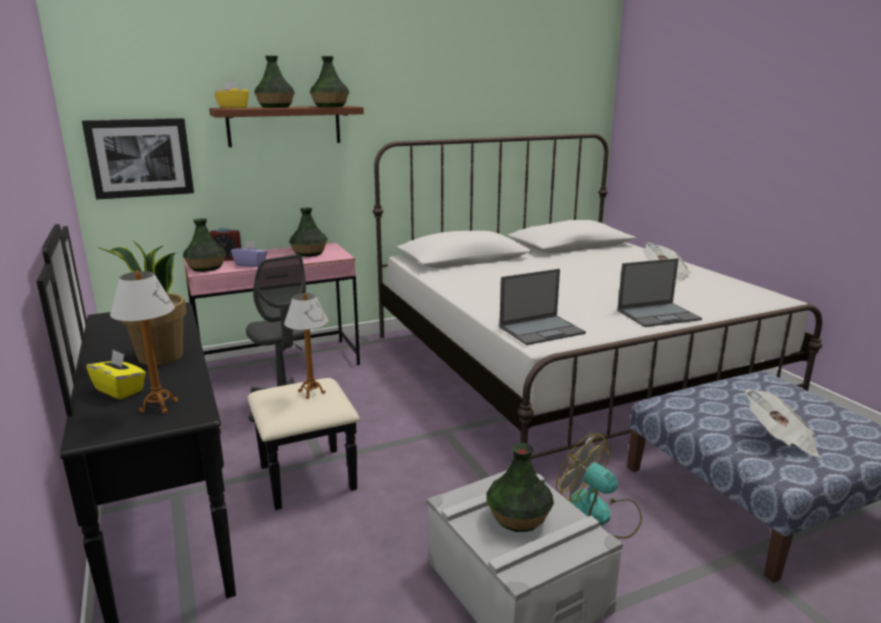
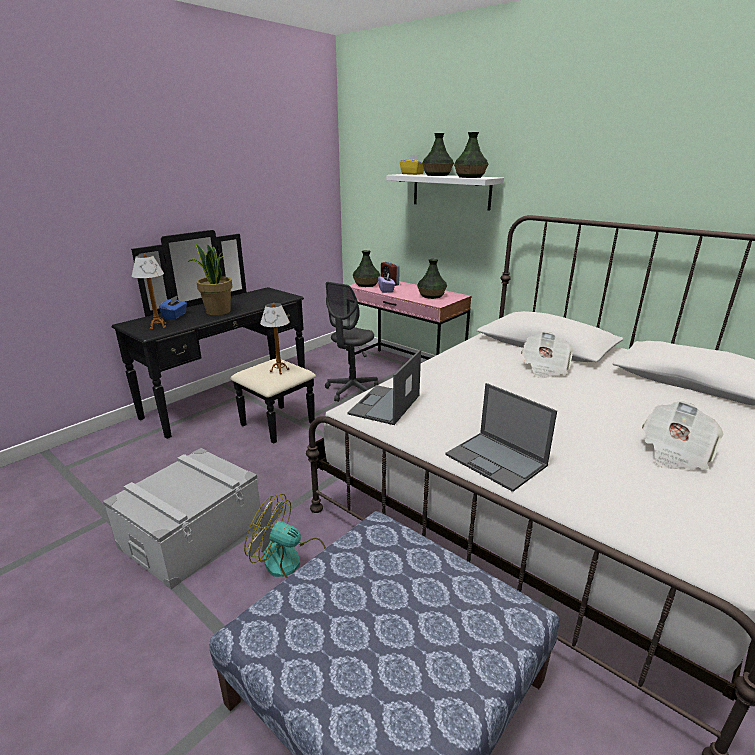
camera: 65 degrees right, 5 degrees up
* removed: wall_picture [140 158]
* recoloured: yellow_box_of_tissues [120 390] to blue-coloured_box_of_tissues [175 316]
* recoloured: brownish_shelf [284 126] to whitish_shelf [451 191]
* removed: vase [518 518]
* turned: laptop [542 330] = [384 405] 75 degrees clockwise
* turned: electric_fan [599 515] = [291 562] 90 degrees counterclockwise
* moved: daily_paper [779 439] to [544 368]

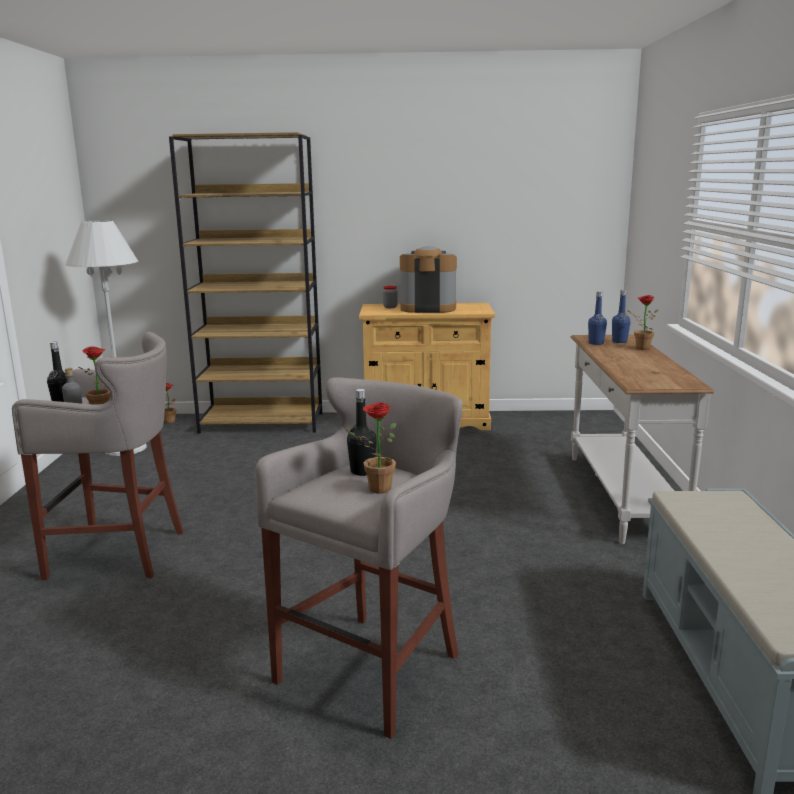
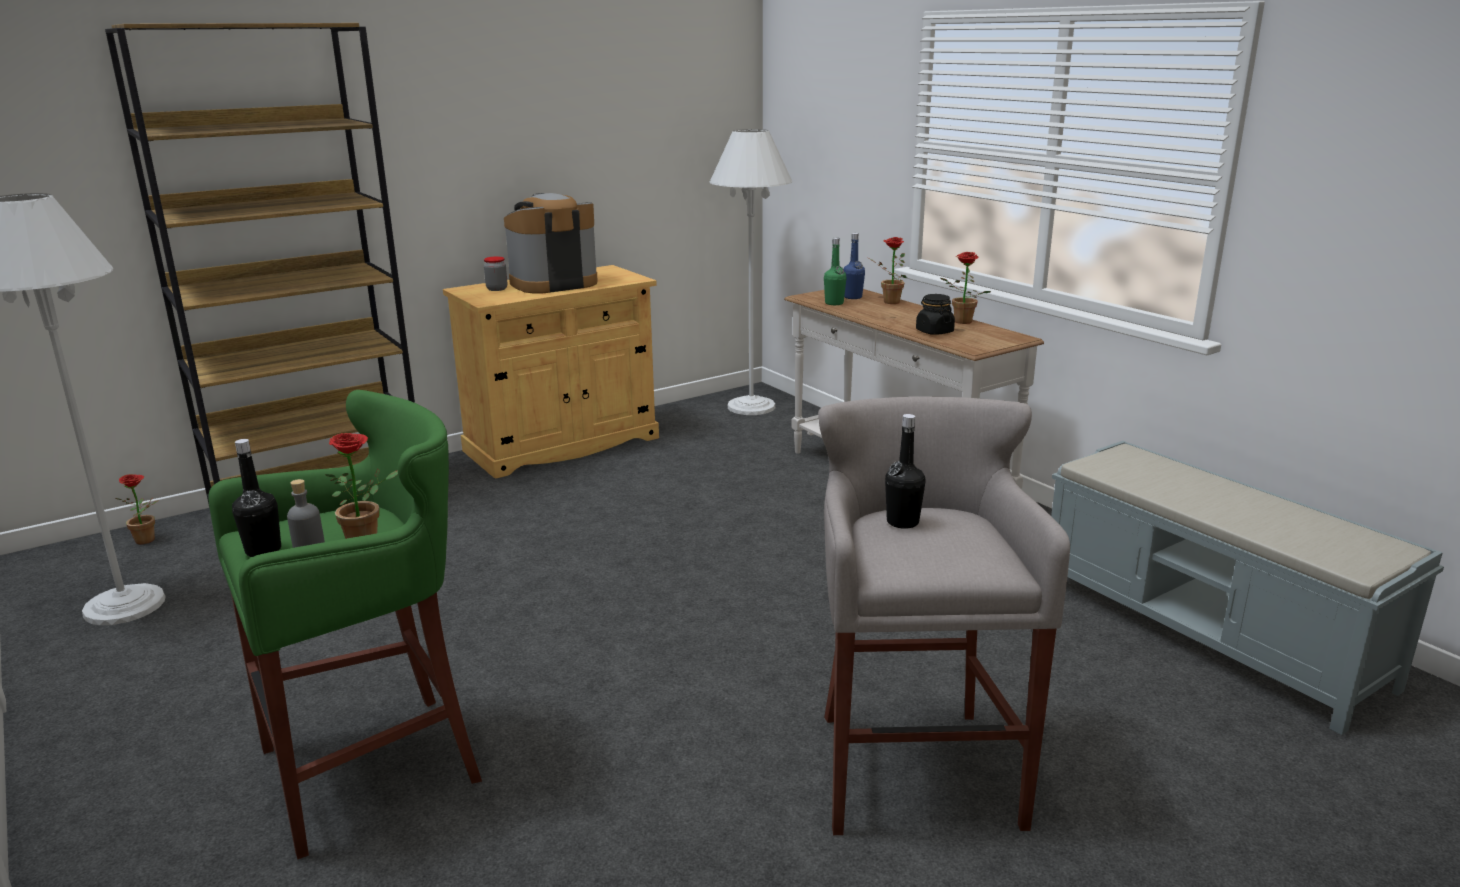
camera: 35 degrees left, 5 degrees up
* recoloured: gray_stool_seat [121 553] to greenish_stool_seat [377 766]
* moved: houseplant [375 489] to [960 322]
* recoloured: blue-coloured_drink_bottle [596 343] to greenish_drink_bottle [834 303]
* added: whitish_floor_lamp [751 406]
* added: blackish_storage_jar [934 331]

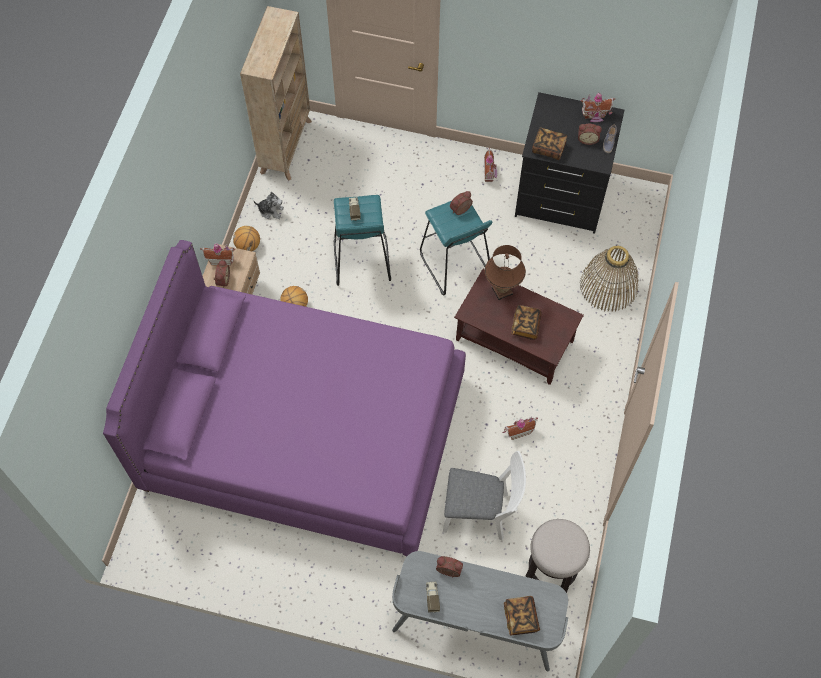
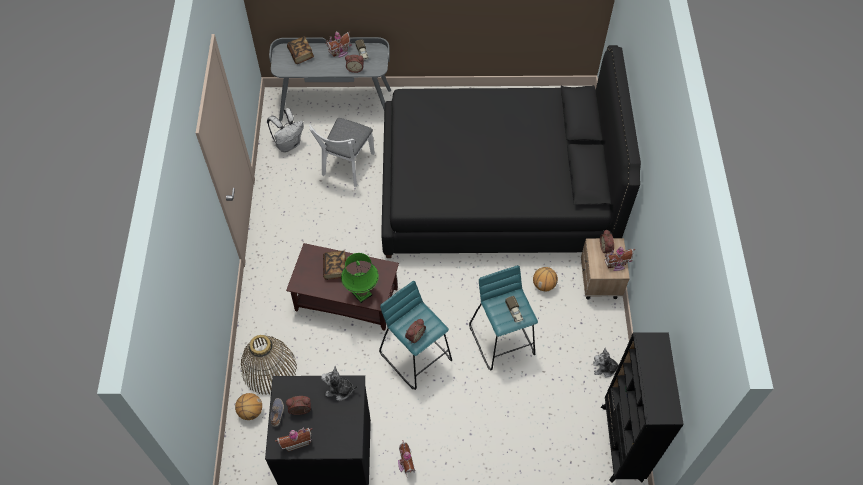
camera: 165 degrees right, 5 degrees down
* recoloured: purple-coloured_bedroom_bed [304 433] to blackish_bedroom_bed [495 191]
* moved: basketball [248 246] to [250 411]
* recoloured: sand-coloured_bookcase [286 146] to blackish_bookcase [621 443]
* turned: whitish_upright_chair [481 513] = [346 167] 60 degrees counterclockwise
* recoloured: brownish_tabletop_lamp [502 291] to greenish_tabletop_lamp [362 294]
* moved: miniature_house [518 431] to [340 52]
* replaced: stool_seat [551 570] to whitish_rucksack [289 144]
* replaced: book [548 148] to cuddly_toy [339 390]

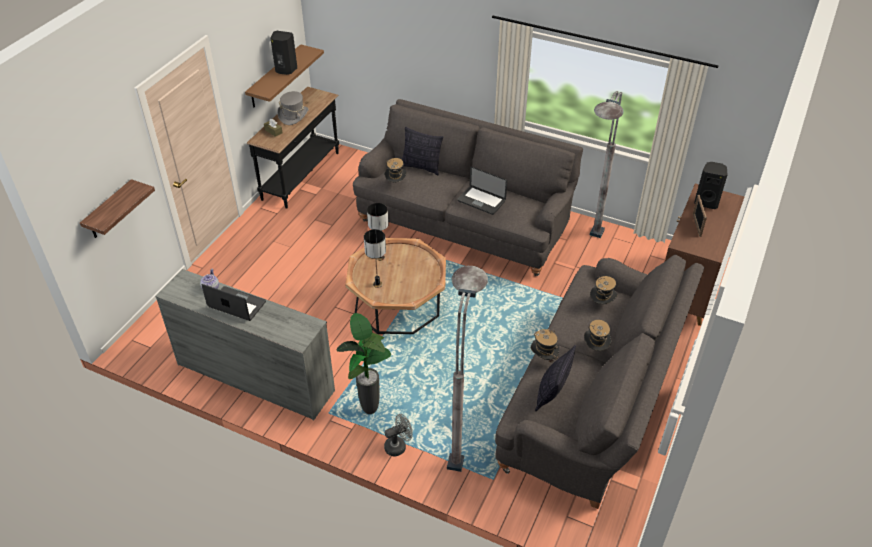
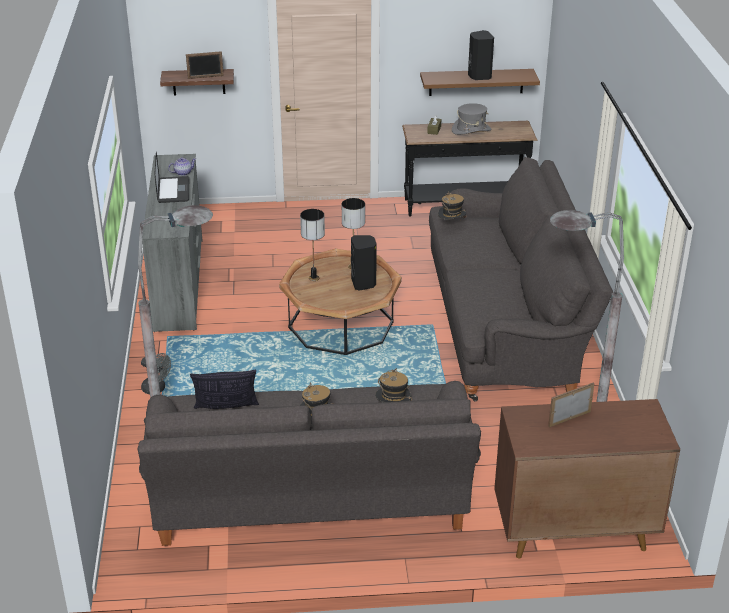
camera: 60 degrees right, 10 degrees down
* removed: houseplant [370 409]
* removed: throw_pillow [421 167]
* removed: laptop [481 201]
* removed: wearable_hat [543 358]
* moved: blackish_audio_speaker [706 202] to [364 283]
* added: picture_frame [205 77]

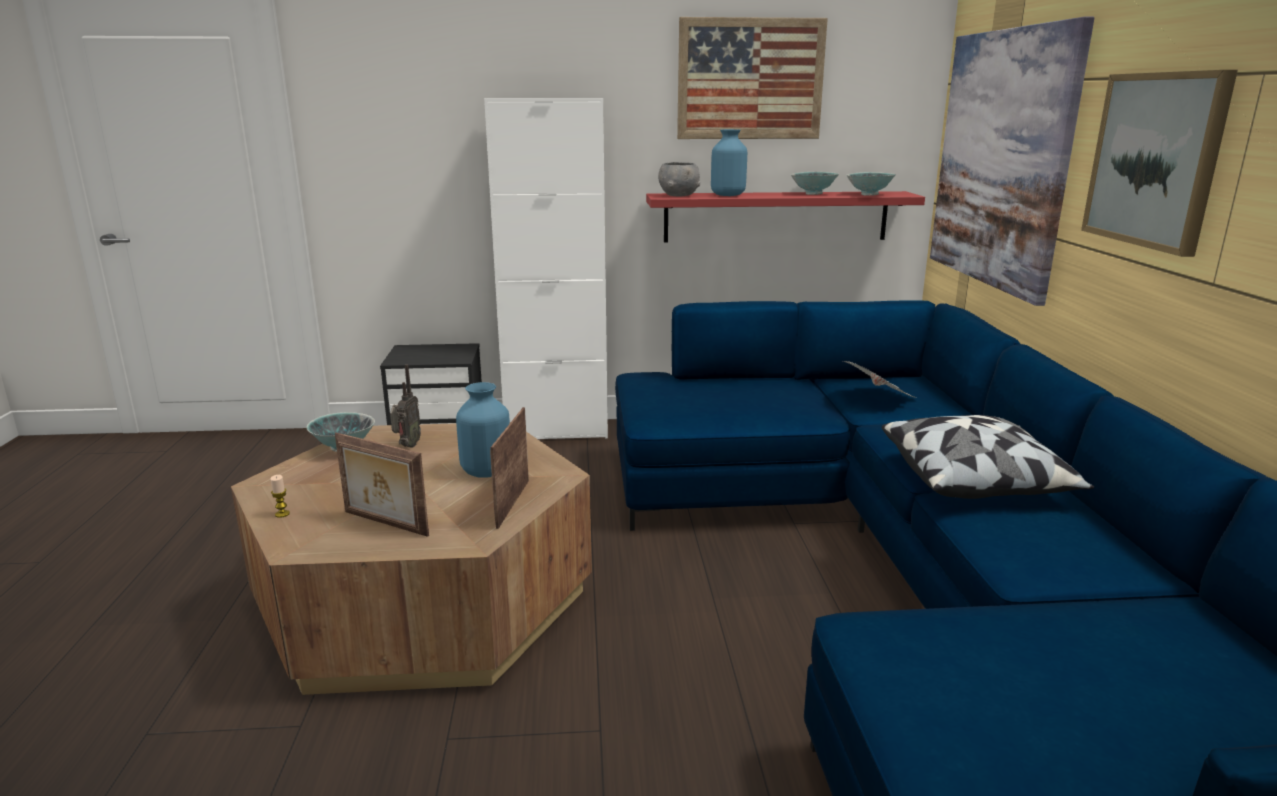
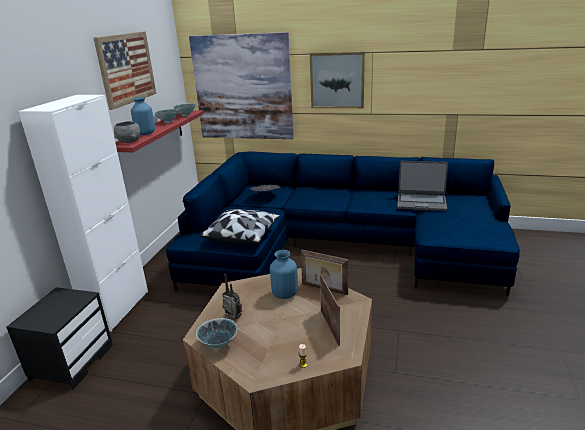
camera: 70 degrees left, 5 degrees up
* turned: picture_frame [384 524] = [330 327] 60 degrees counterclockwise
* moved: throw_pillow [976 481] to [242 235]
* added: laptop [421 202]

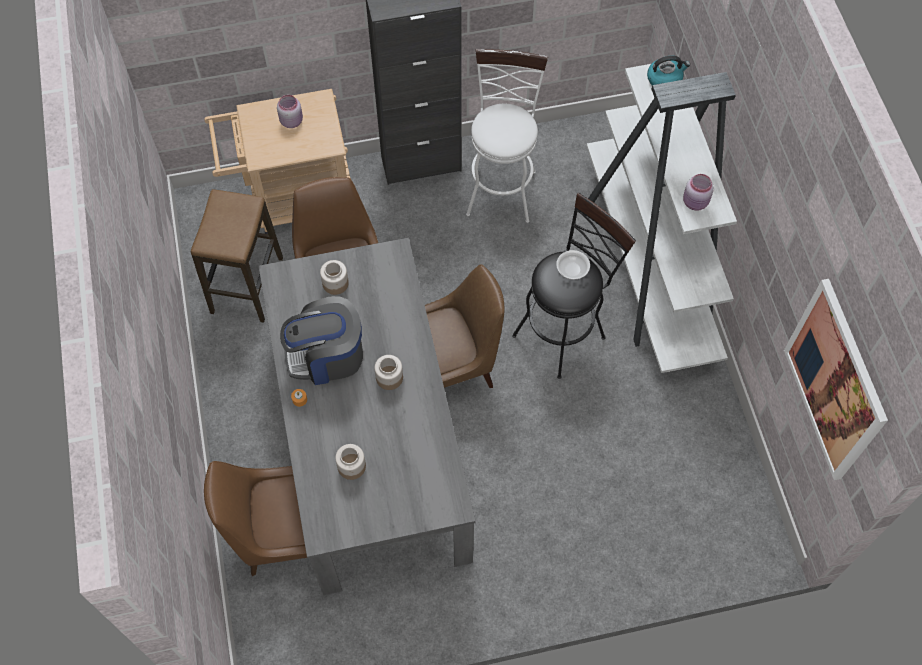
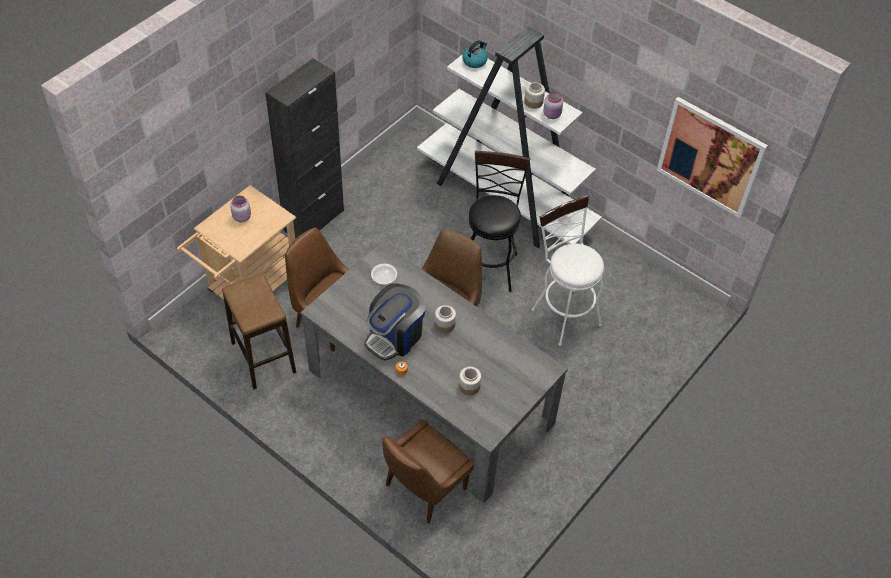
camera: 40 degrees left, 10 degrees down
* moved: storage_jar [335 283] to [533 102]
* moved: whitish_stool_seat [501 187] to [563 313]
* moved: bowl [572 269] to [384 278]

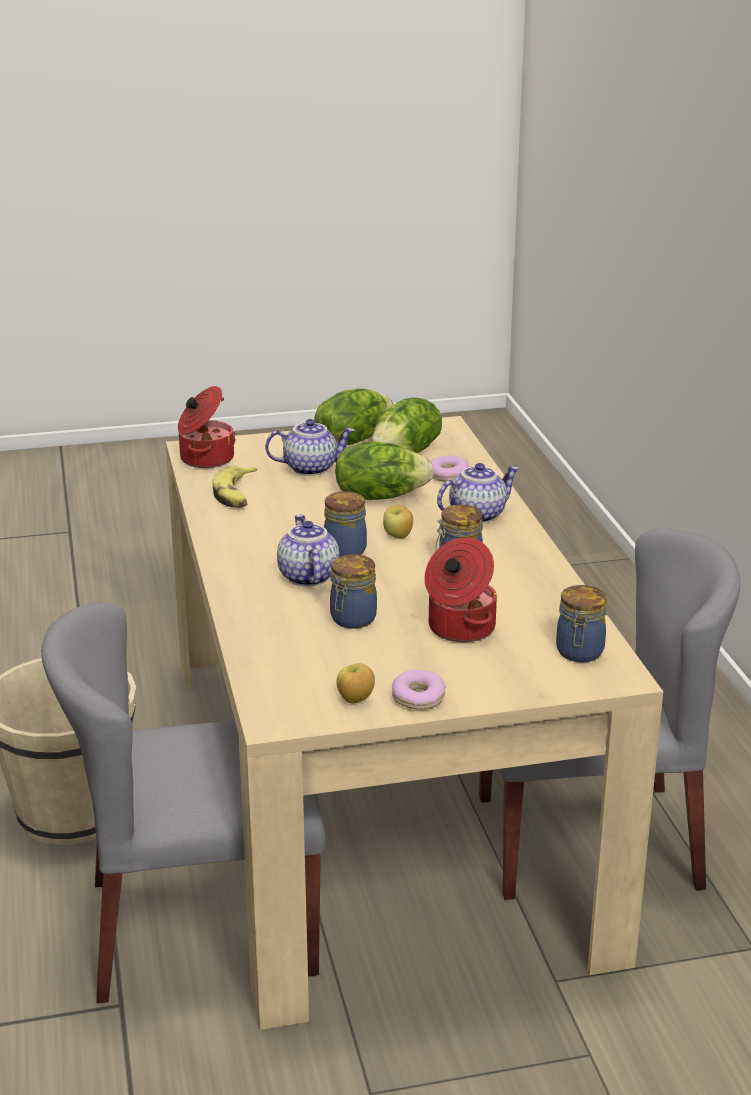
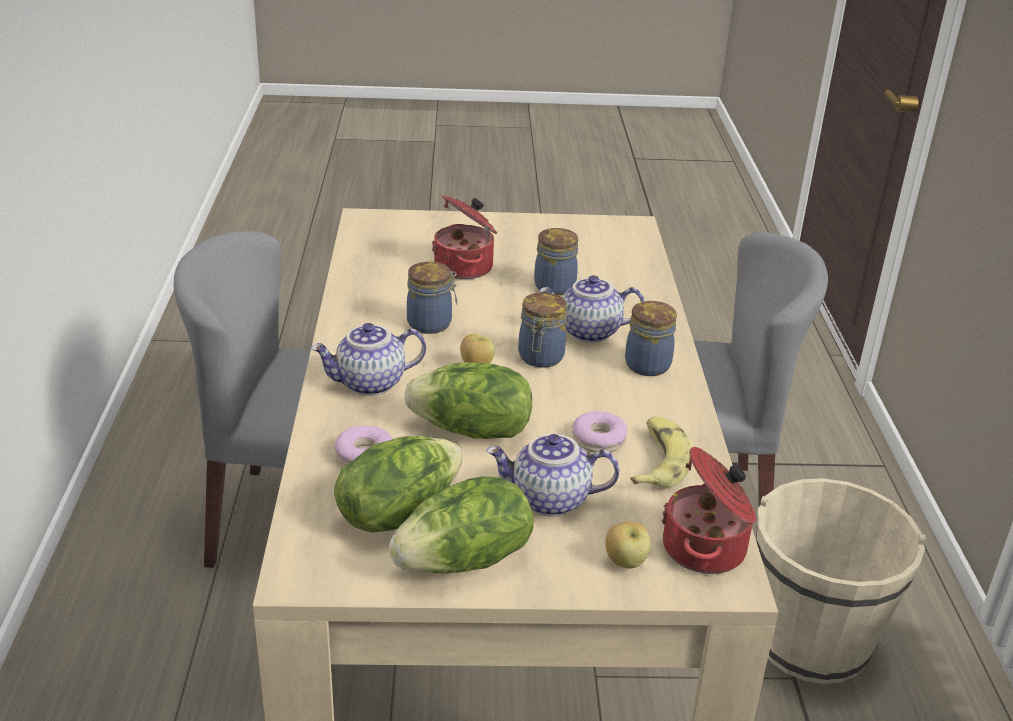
camera: 170 degrees left, 5 degrees up
* turned: pot_for_tea [306 577] = [588 333] 90 degrees clockwise
* moved: apple [355 700] to [626 562]
* moved: donut [418 698] to [599 440]
* moved: storage_jar [579 653] to [648 364]

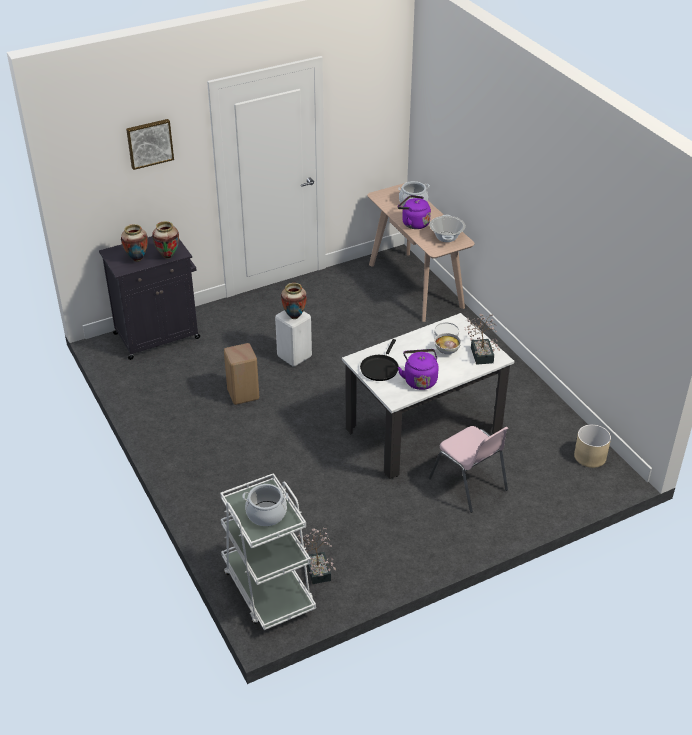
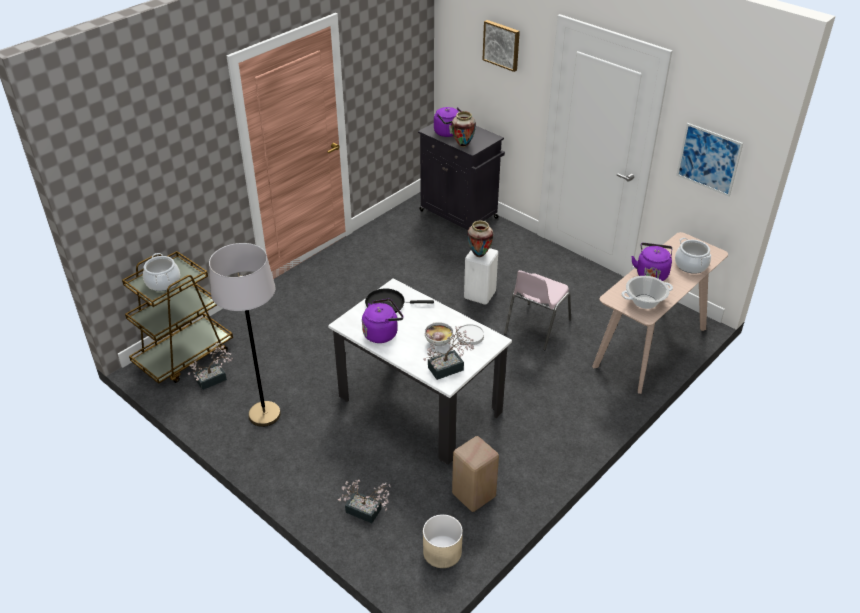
camera: 70 degrees right, 0 degrees up
* replaced: vase [137 259] to purple-coloured_tea_kettle [448 133]
* recoloured: whitish_wheeled_cart [268 589] to brownish_wheeled_cart [184 356]
* moved: sand-coloured_stool_seat [242 395] to [472 495]
* moved: pinkish_upright_chair [469 485] to [536 327]
* added: gray_floor_lamp [264 415]
* added: houseplant [367 512]
* added: wall_picture [708 159]

